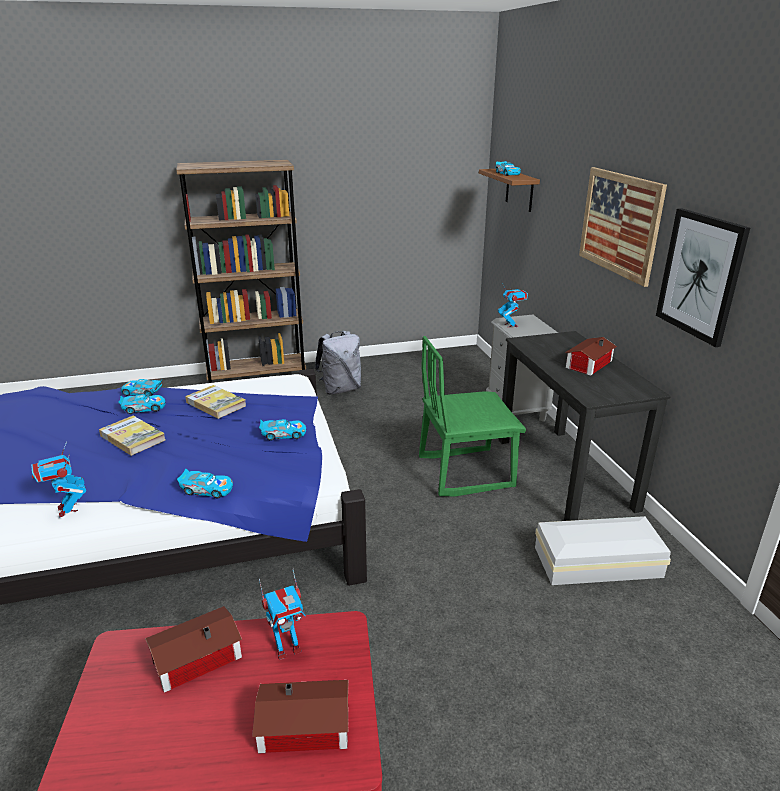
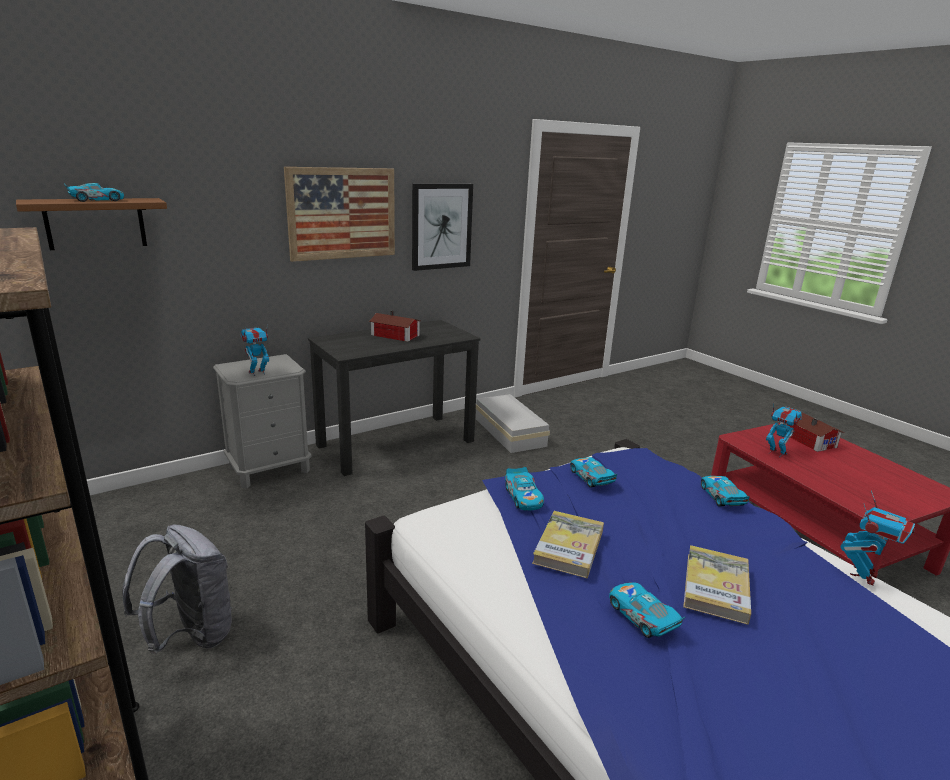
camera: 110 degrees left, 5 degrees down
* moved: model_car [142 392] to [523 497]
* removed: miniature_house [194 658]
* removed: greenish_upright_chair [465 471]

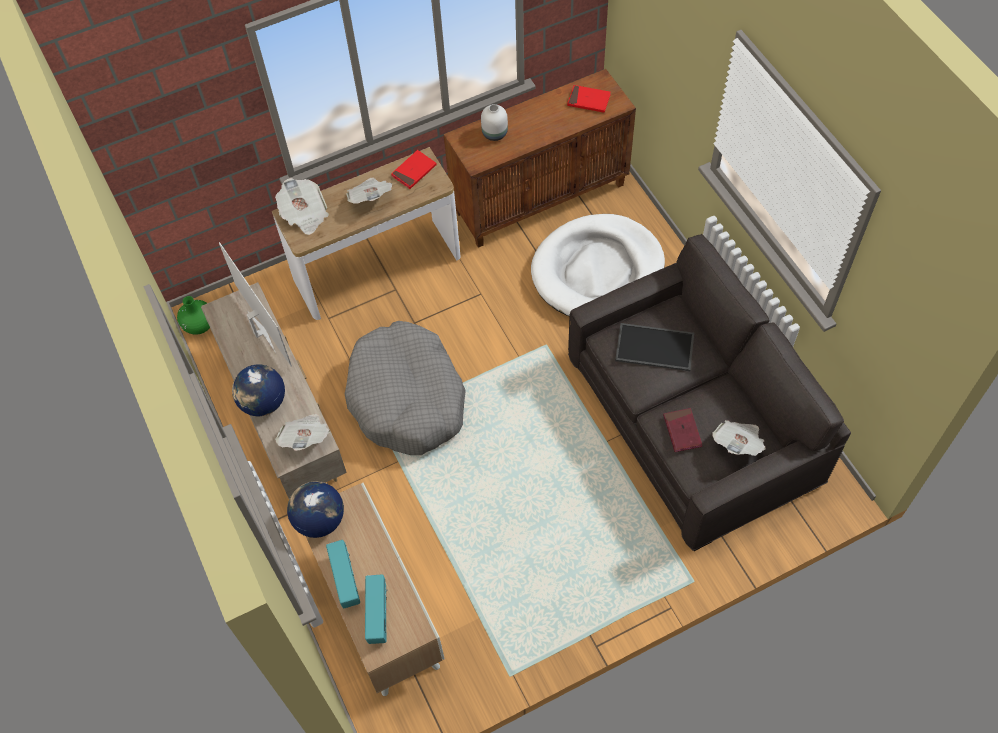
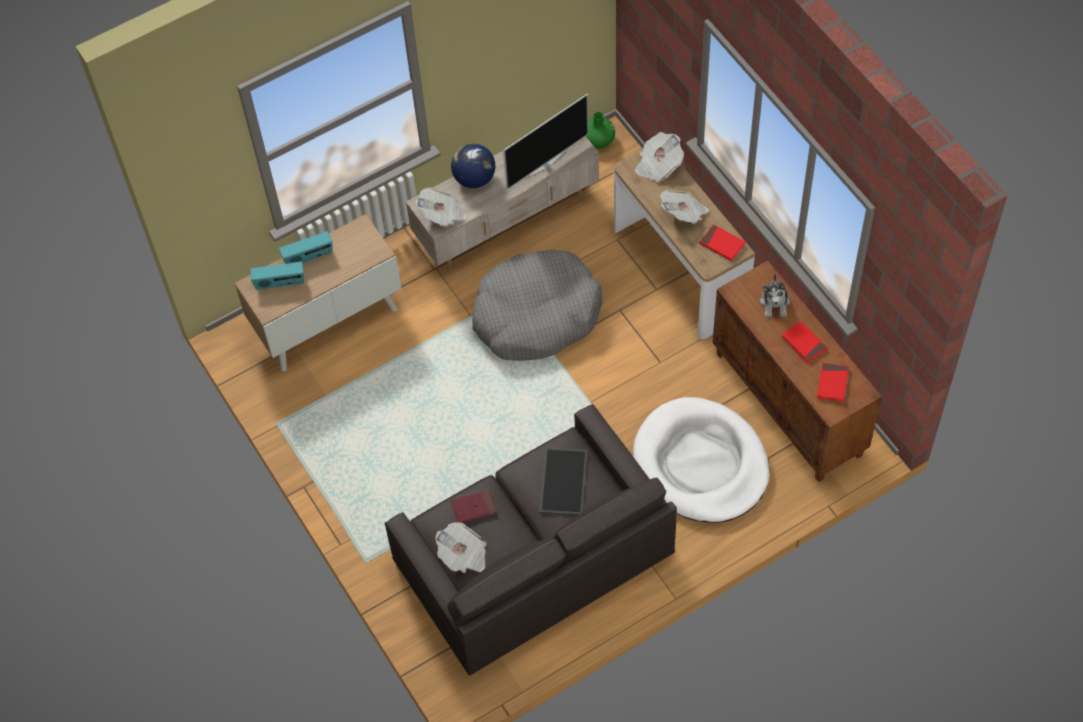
camera: 85 degrees right, 0 degrees up
* removed: globe [319 520]
* replaced: whitish_vase [494 133] to cuddly_toy [775 303]
* added: red-coloured_book [804 343]

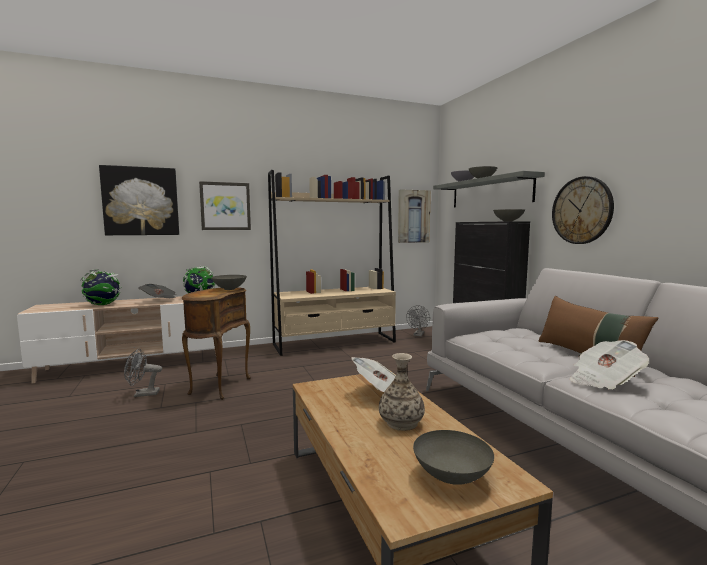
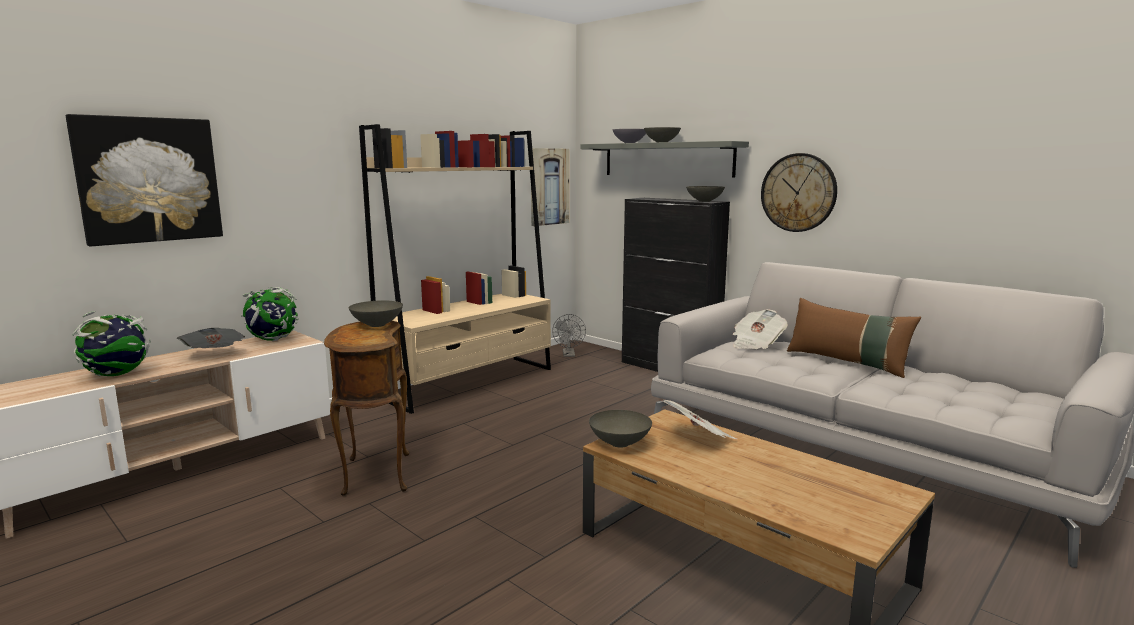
camera: 25 degrees left, 5 degrees up
* removed: gray_electric_fan [142 394]
* removed: wall_picture [225 206]
* removed: vase [401 423]
* moved: gray_bowl [452 477] to [620 443]
* moved: daily_paper [603 381] to [756 344]

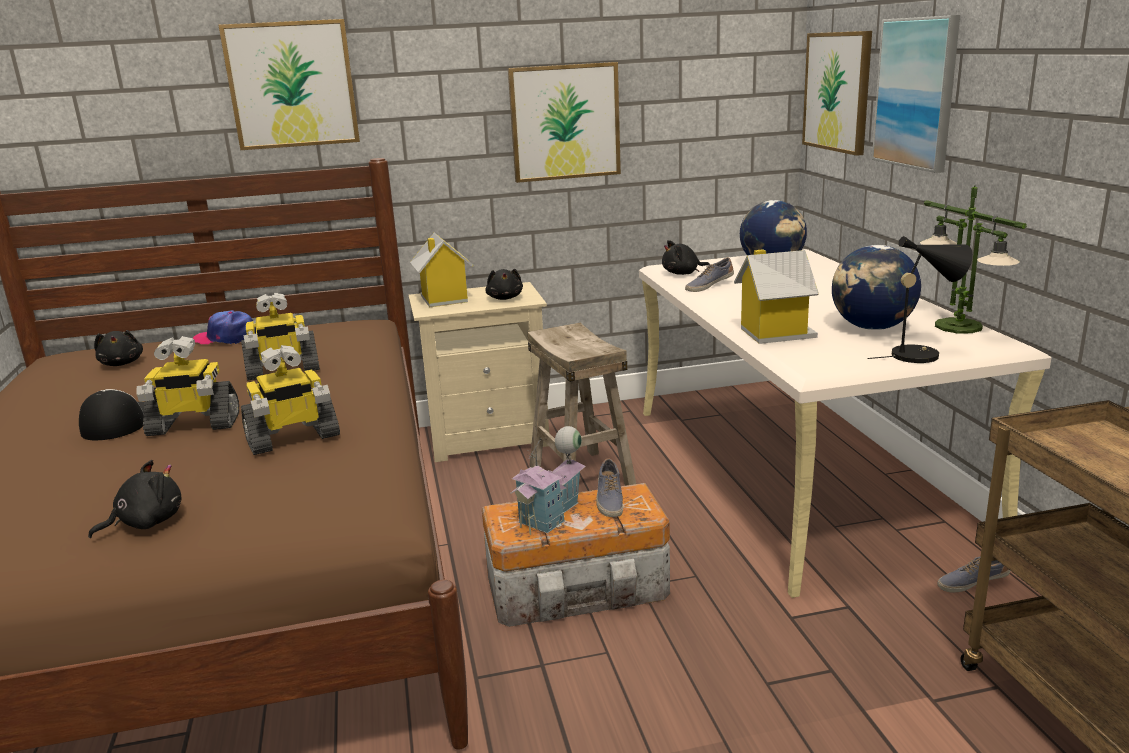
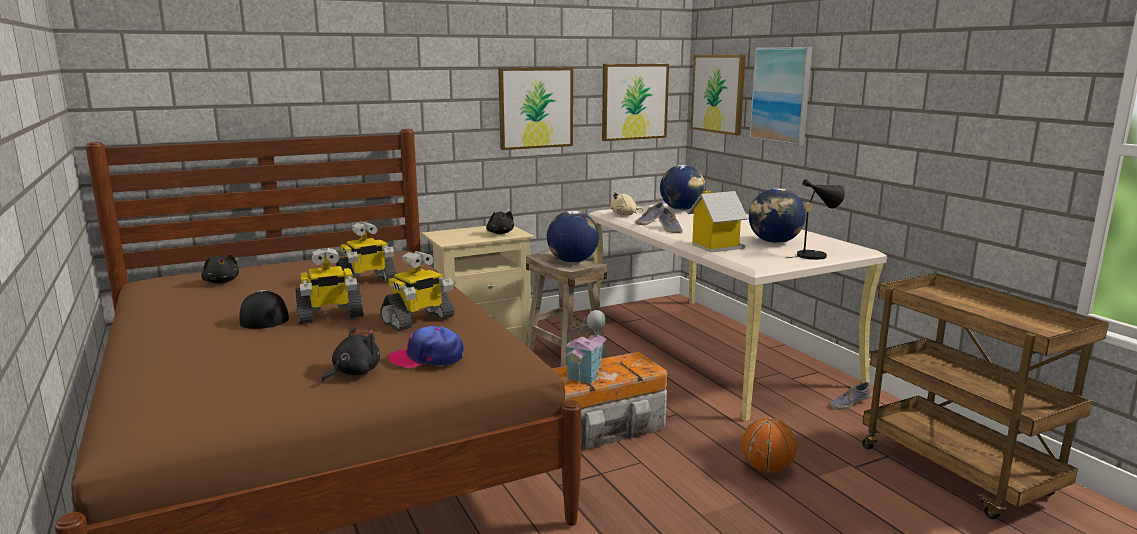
camera: 15 degrees left, 5 degrees down
* moved: cap [226 338] to [427 358]
* moved: wall_picture [292 85] to [634 101]
* removed: miniature_house [443 299]
* moved: item_of_footwear [609 500] to [669 229]
* recoloured: blackish_cuddly_toy [683 273] to sand-coloured_cuddly_toy [625 215]
* removed: tabletop_lamp [959 327]
* added: globe [572 261]
* added: basketball [767 469]

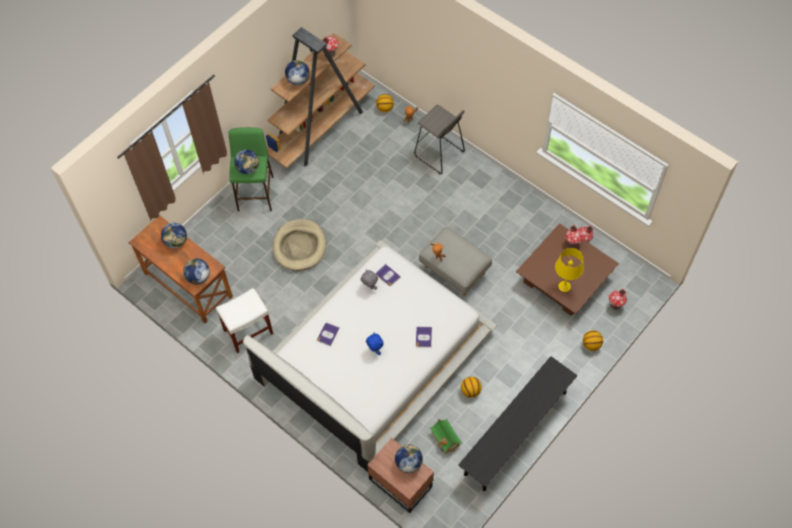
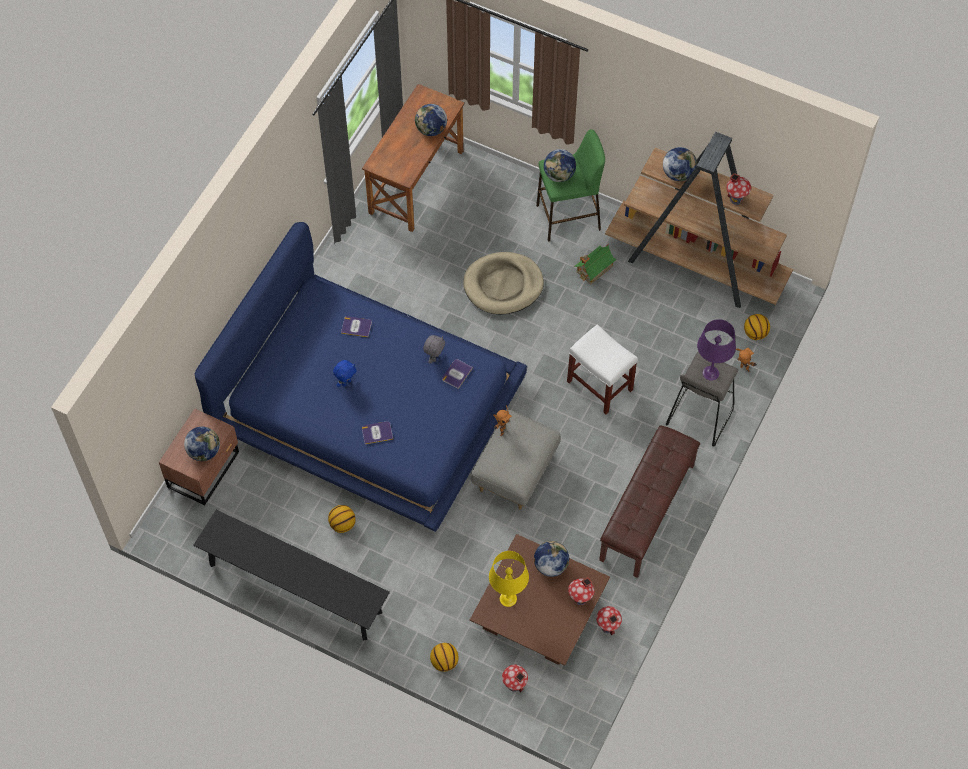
camera: 75 degrees right, 0 degrees up
* moved: globe [198 277] to [550 565]
* moved: whitish_stool_seat [248 331] to [600 386]
* recoloured: whitish_bedroom_bed [374 356] to blue-coloured_bedroom_bed [366 405]
* moved: miniature_house [445 438] to [594 269]
* added: brownish_indoor_bench [648 512]
* added: purple-coloured_tabletop_lamp [711 373]

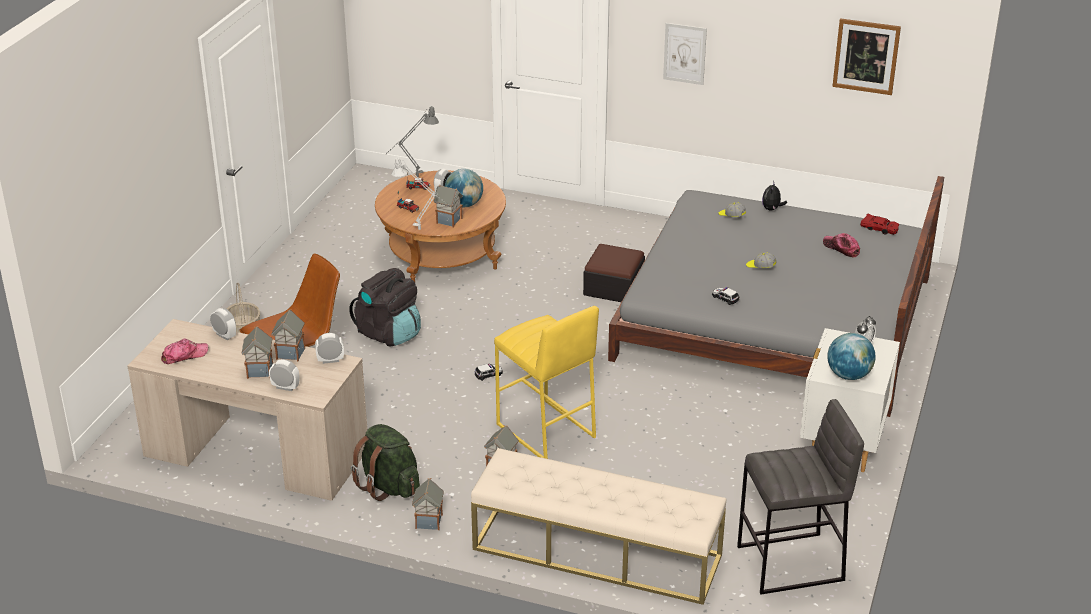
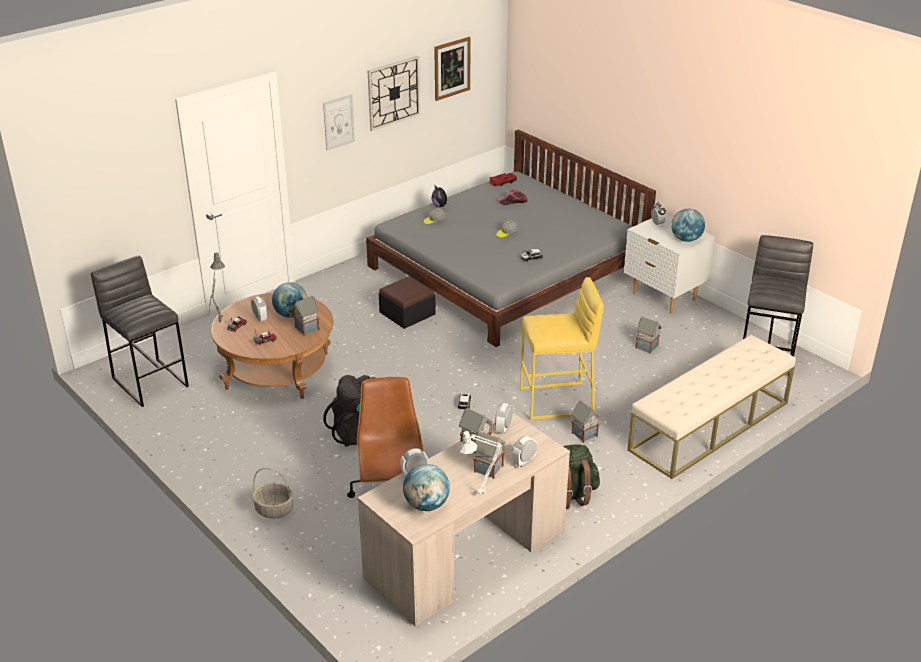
camera: 60 degrees left, 0 degrees up
* replaced: cap [184 355] to globe [426 505]
* moved: gray_tabletop_lamp [423 231] to [487 492]
* moved: miniature_house [429 522] to [647 347]
* added: gray_stool_seat [150 381]
* added: hanging_clock [393 93]

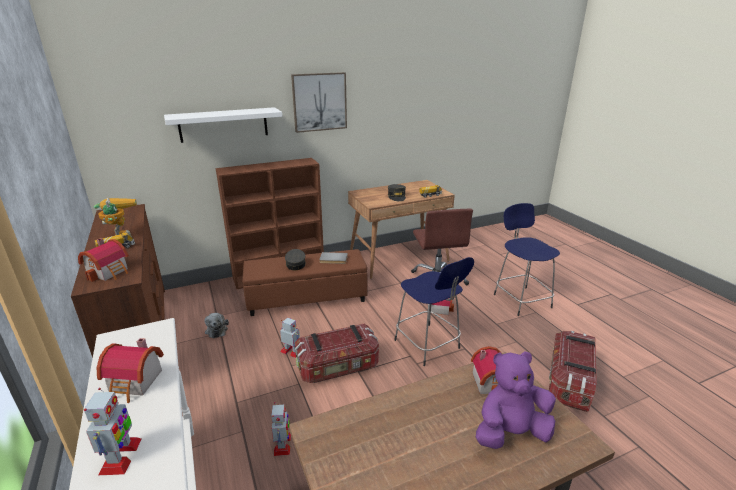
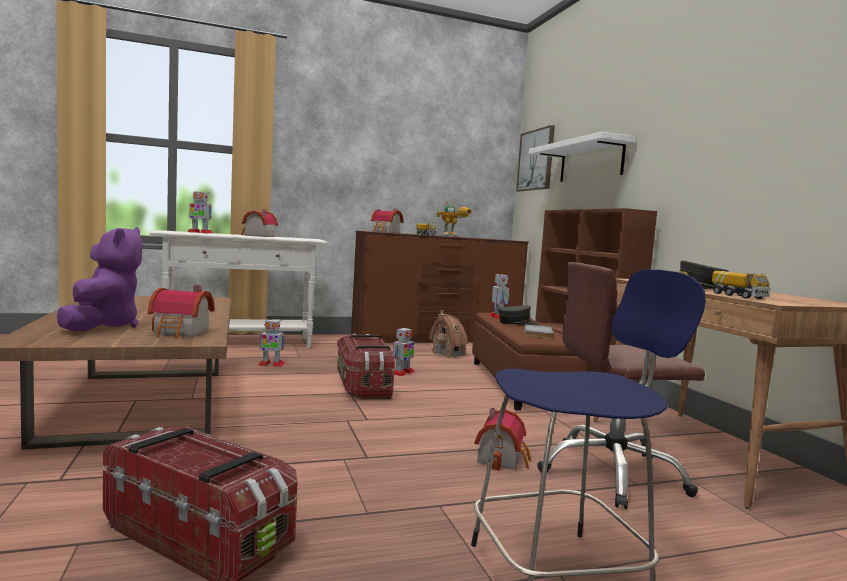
camera: 95 degrees right, 20 degrees down
* replaced: cuddly_toy [216 330] to miniature_house [448 354]
* moved: wall_picture [319 102] to [536 160]
* removed: blue-coloured_stool_seat [428 345]
* added: toy_robot [498 317]

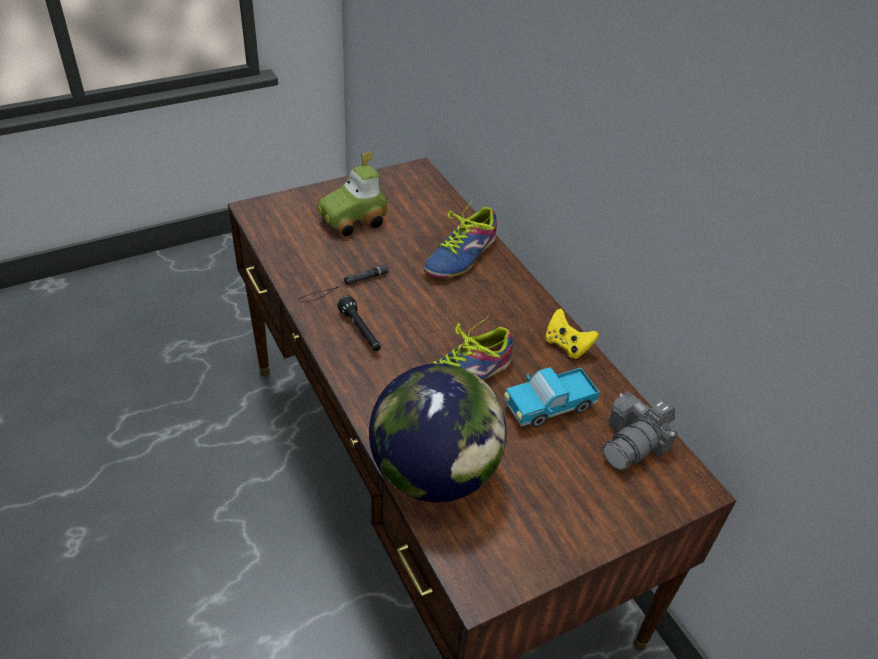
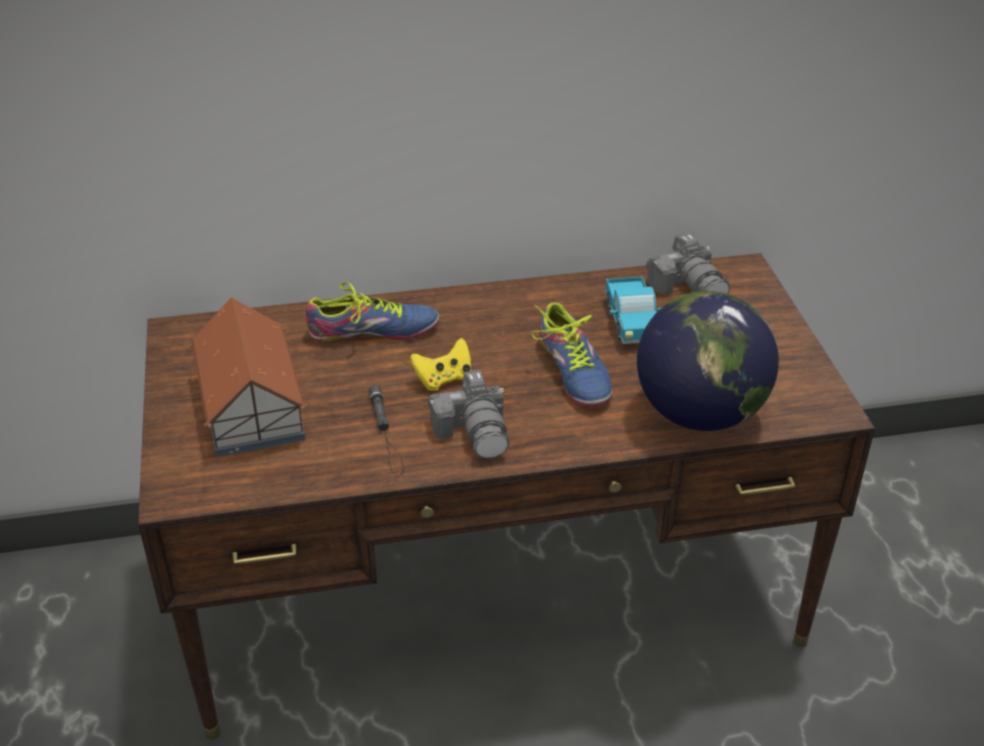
camera: 70 degrees left, 5 degrees down
* replaced: model_car [353 219] to miniature_house [252 405]
* replaced: blackish_hand_torch [361 331] to still_camera [474 431]
* turned: item_of_footwear [461 255] = [372 330] 60 degrees counterclockwise
* moved: yellow_game_controller [567 345] to [443 379]

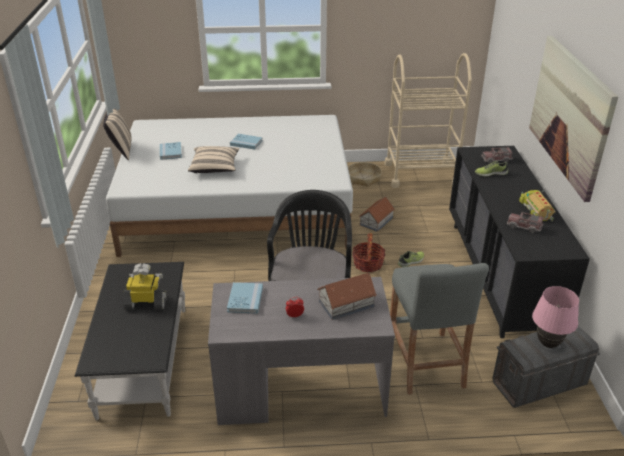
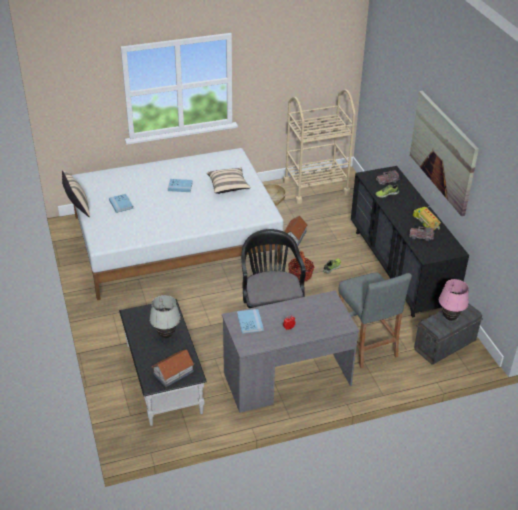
camera: 15 degrees left, 5 degrees up
* replaced: toy_robot [146 303] to whitish_tabletop_lamp [166 335]
* moved: sand-coloured_throw_pillow [215 168] to [228 186]
* moved: miniature_house [347 303] to [174 372]

